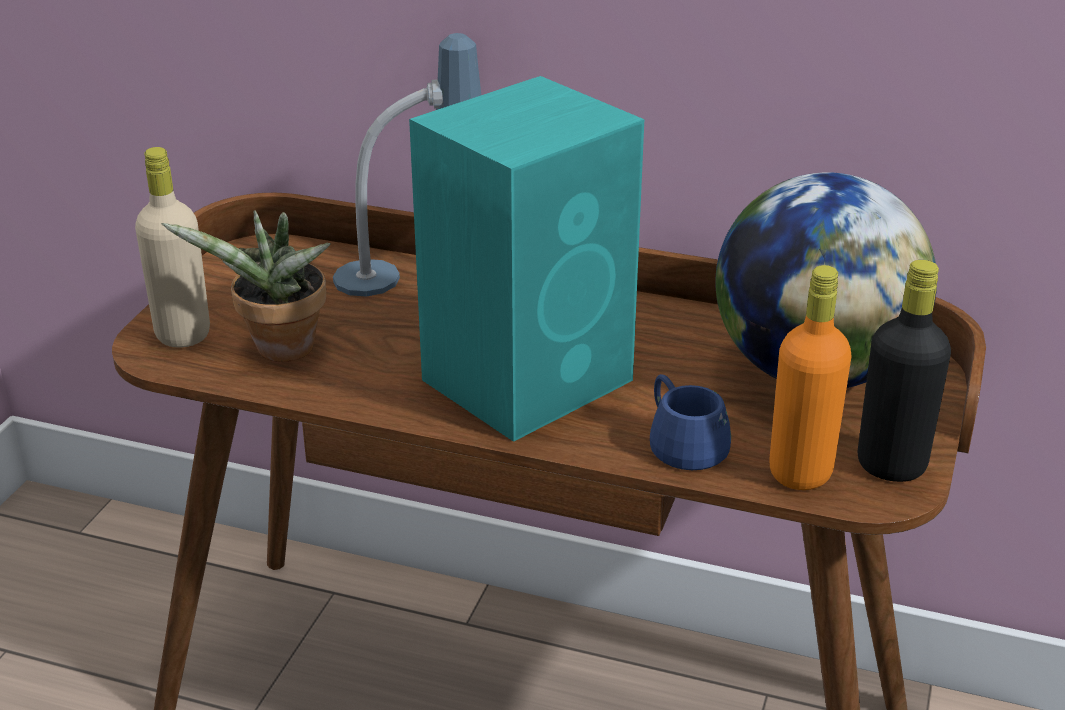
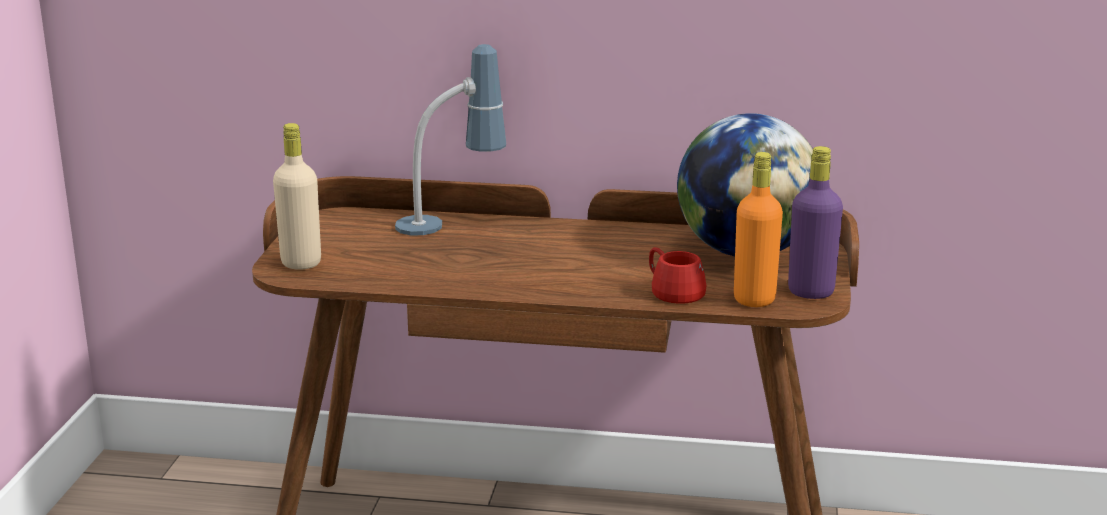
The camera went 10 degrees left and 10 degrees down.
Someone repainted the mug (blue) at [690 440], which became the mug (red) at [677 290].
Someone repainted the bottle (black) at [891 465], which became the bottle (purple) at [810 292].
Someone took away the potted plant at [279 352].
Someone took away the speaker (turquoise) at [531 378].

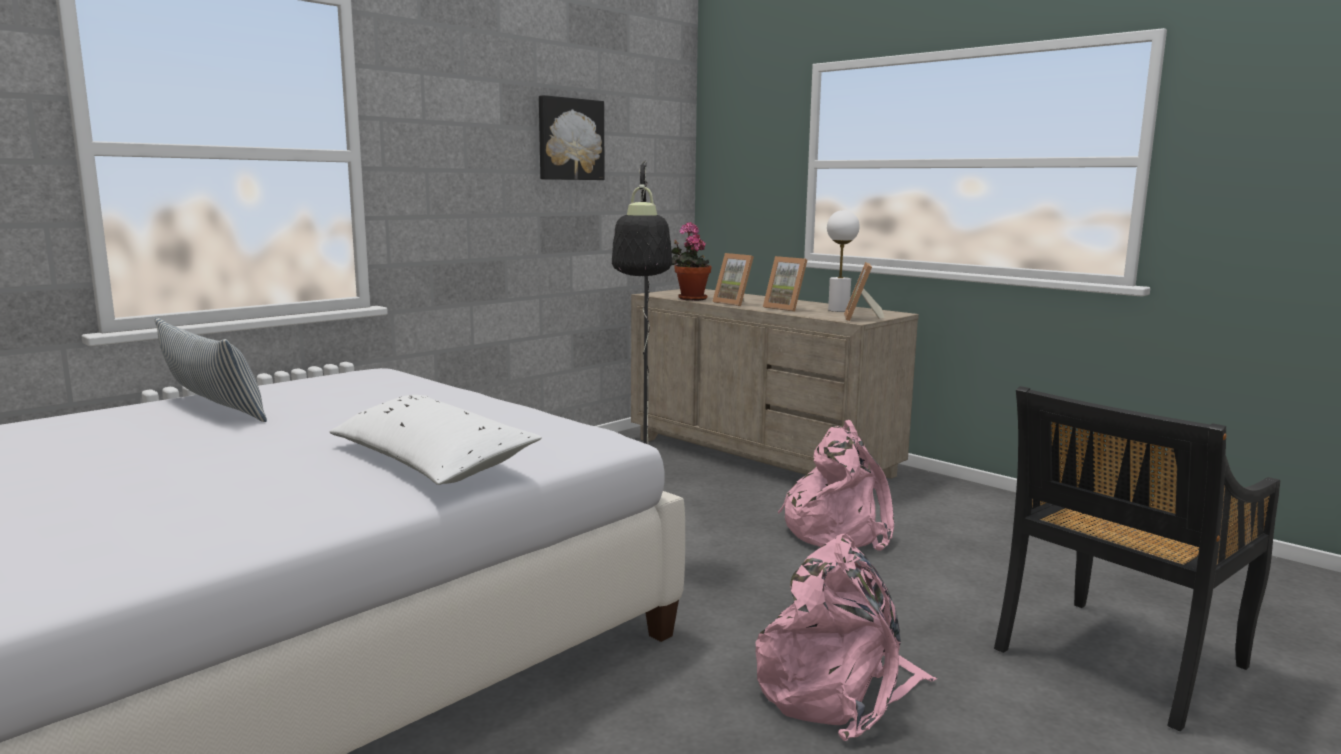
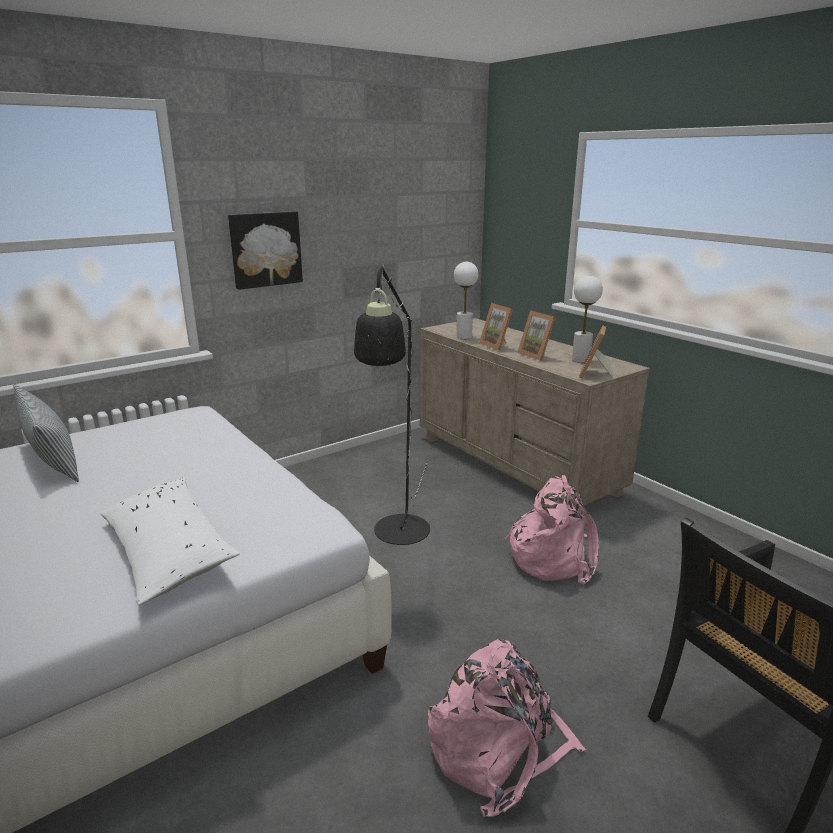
The camera went 10 degrees right and 10 degrees up.
Someone carried the picture from [569 139] to [265 249].
Someone swapped the potted plant at [690 298] for the table lamp (white) at [464 337].

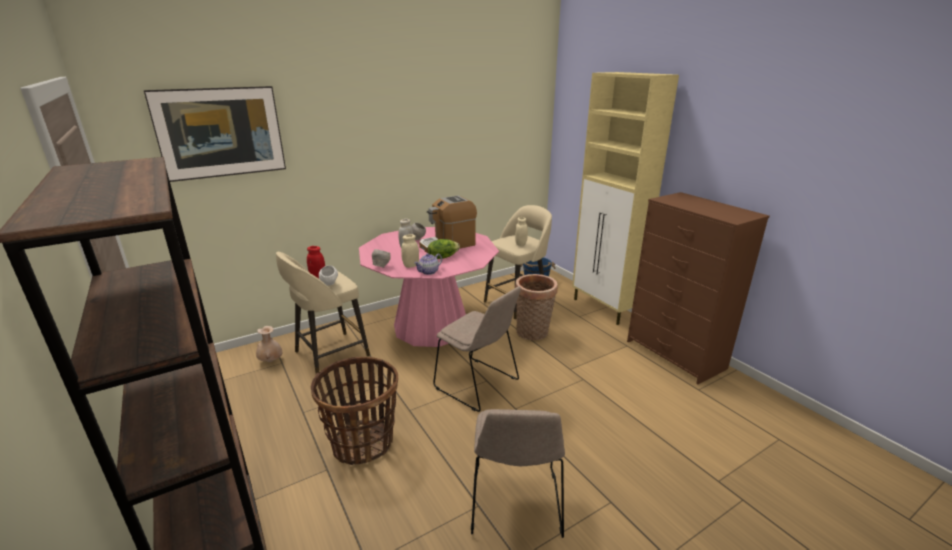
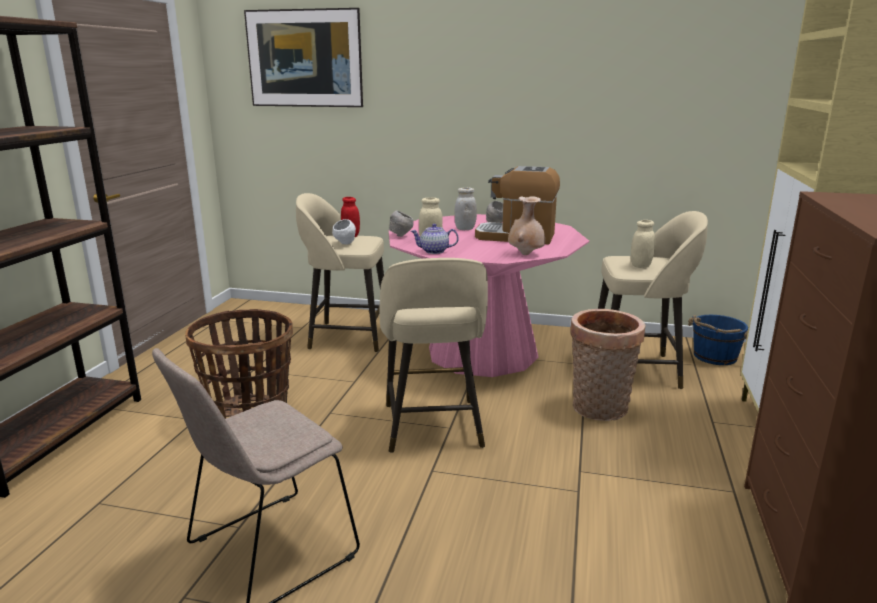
The camera went 45 degrees right and 5 degrees down.
Someone swapped the chair (beige) at [478 385] for the stool (beige) at [433 427].
Someone carried the vase (beige) from [271 361] to [525 254].
Someone took away the lettuce at [442 257].

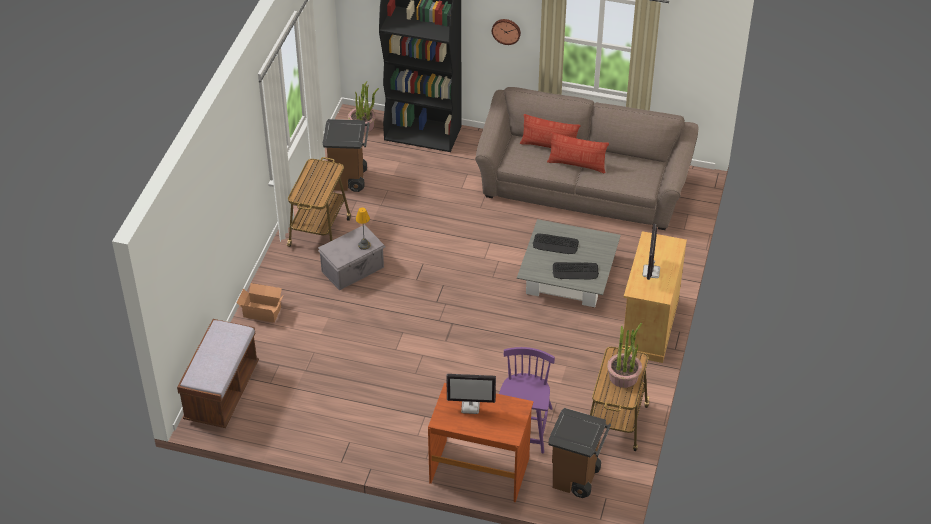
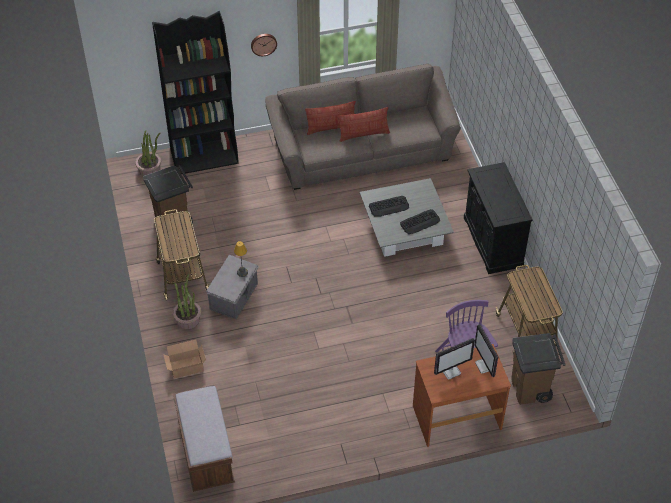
The camera went 30 degrees left and 5 degrees up.
Someone carried the potted plant from [623 376] to [188 319].
Someone repainted the cabinet (beige) at [649 326], which became the cabinet (black) at [492 242].
Someone carried the monitor from [651 272] to [485 366].

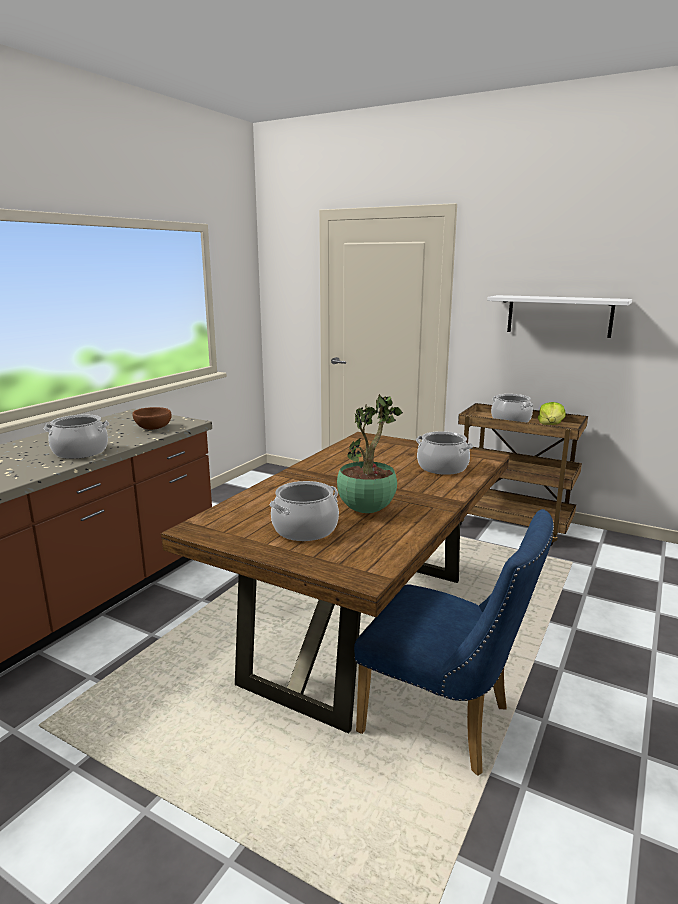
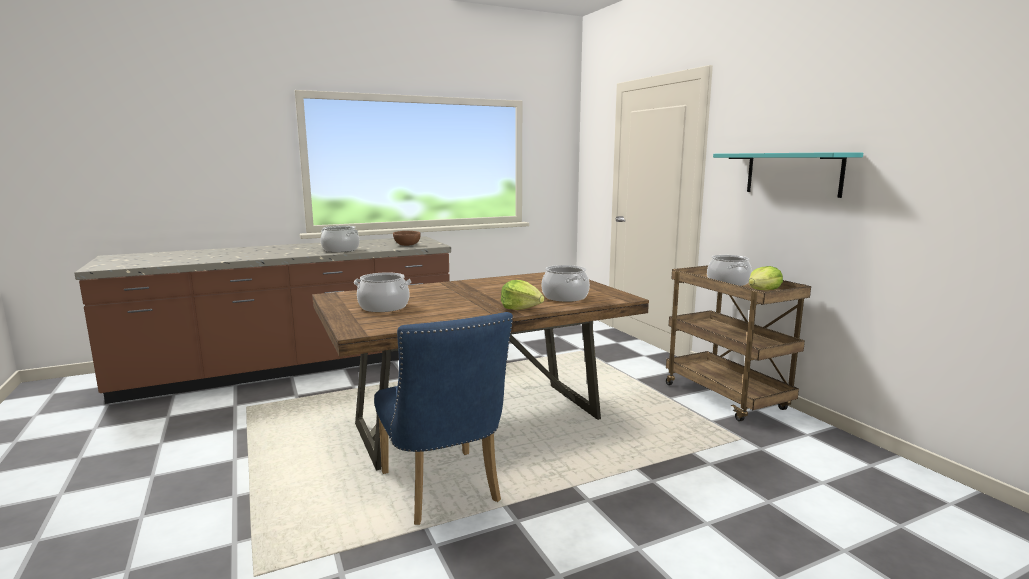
The camera went 35 degrees right and 5 degrees down.
Someone put down the lettuce at [521 308].
Someone repainted the shelf (white) at [559 316], which became the shelf (turquoise) at [793 174].
Someone took away the potted plant at [367 510].

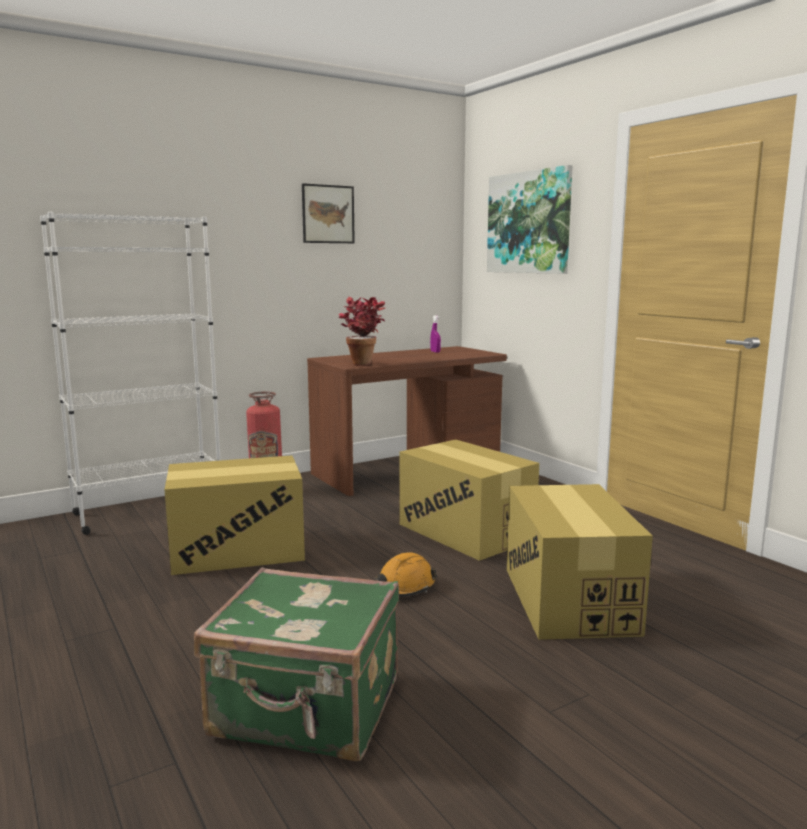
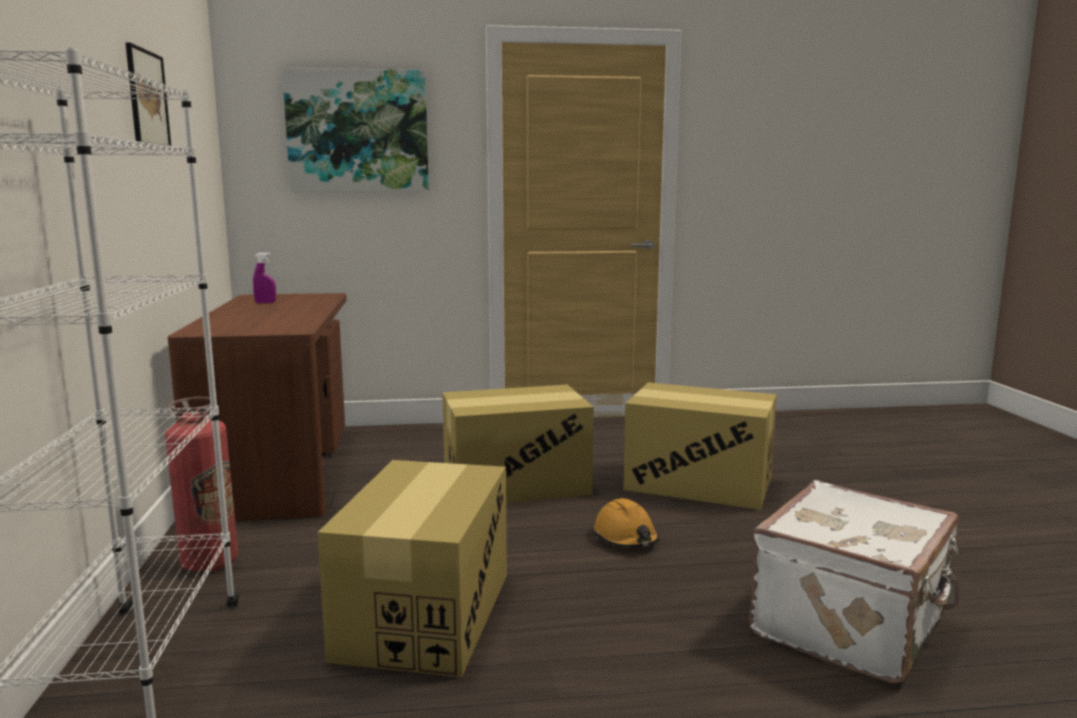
The camera went 65 degrees left and 0 degrees up.
Someone repainted the suitcase (green) at [307 710], which became the suitcase (white) at [853 626].
Someone took away the potted plant at [363 363].

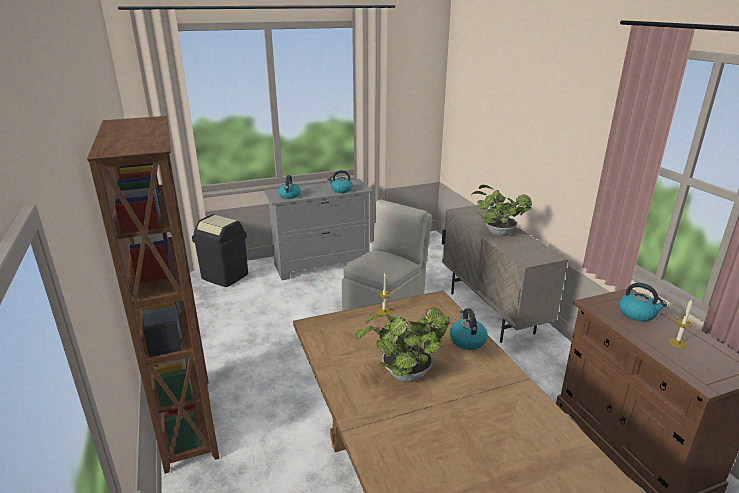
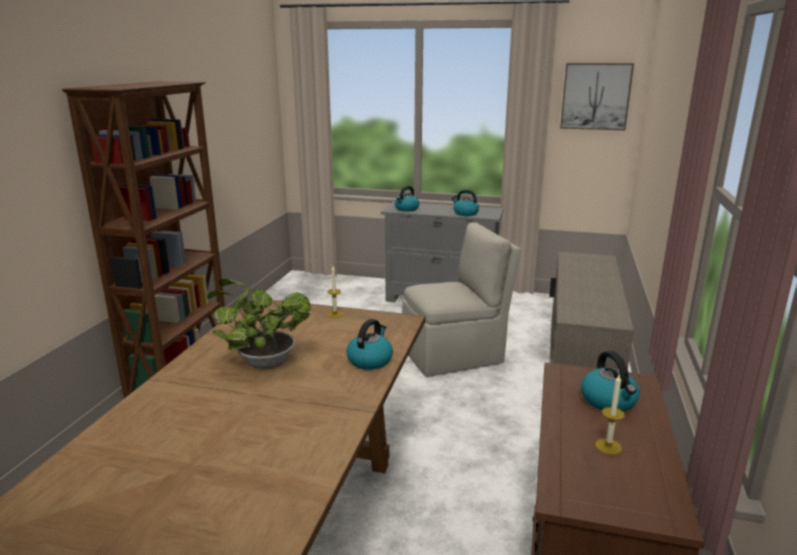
The camera went 35 degrees right and 5 degrees down.
Someone put up the picture at [595 96].
Someone took away the trash can (black) at [225 276].
Someone took away the potted plant at [497 233].

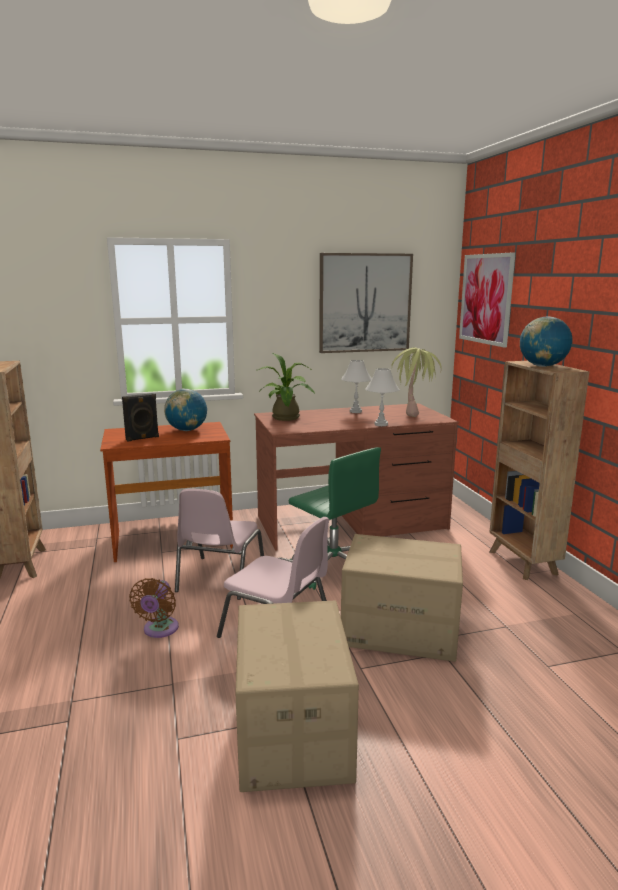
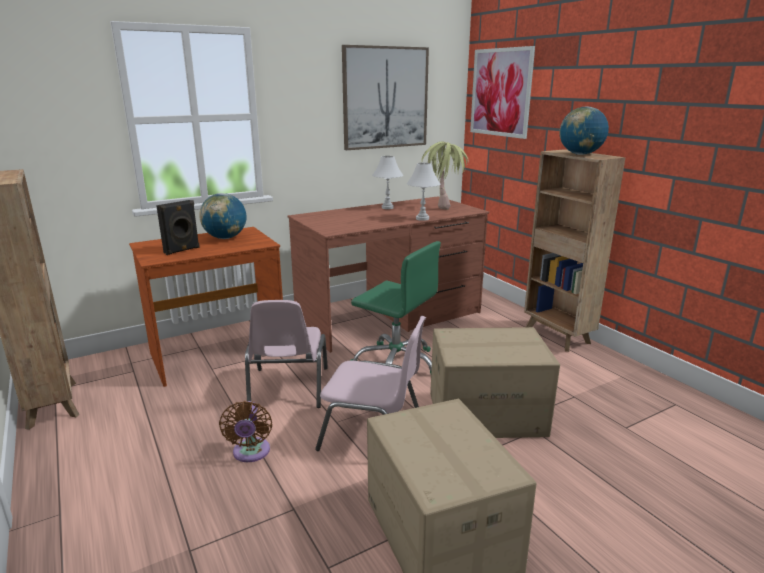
The camera went 15 degrees left and 5 degrees up.
Someone took away the potted plant at [286 419].

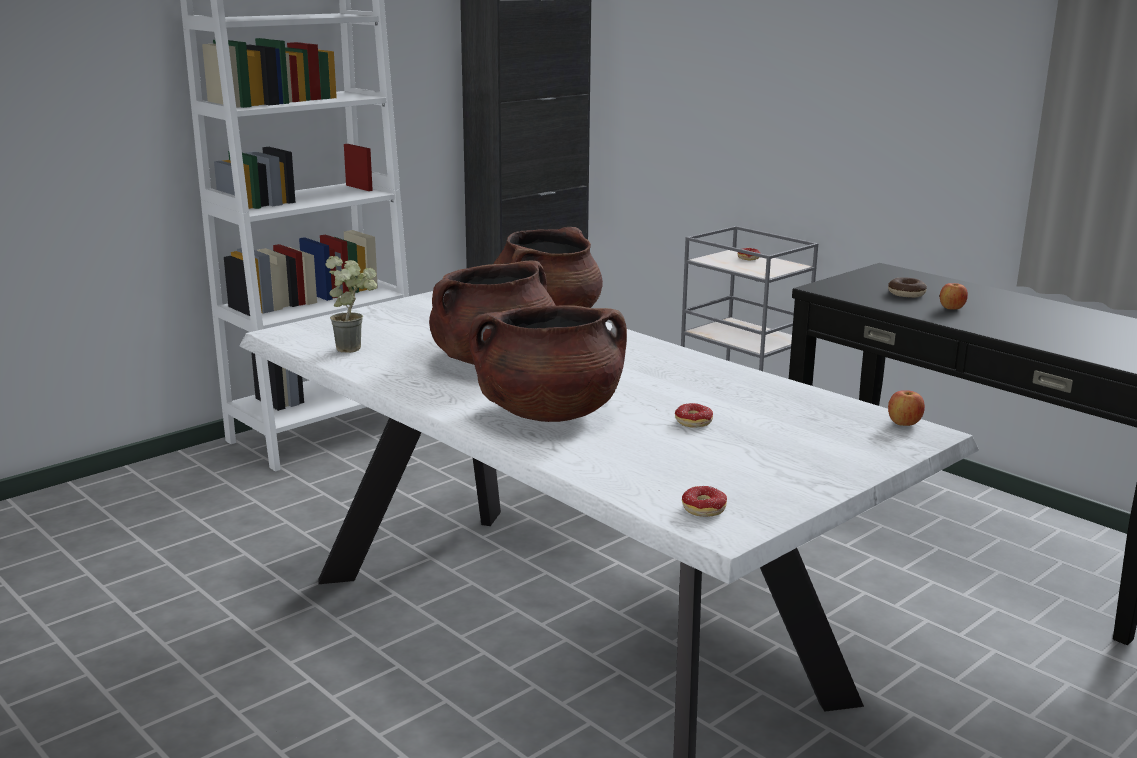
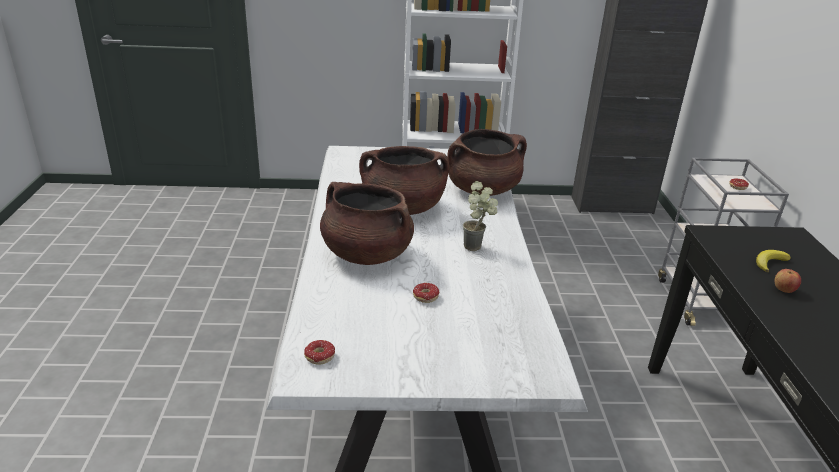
The camera went 40 degrees right and 10 degrees up.
Someone carried the potted plant from [355 348] to [477 247].
Someone swapped the donut at [906 294] for the banana at [769 262].
Someone took away the apple at [904 423].

